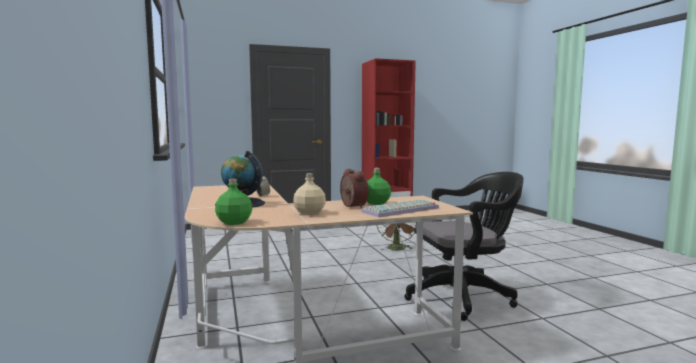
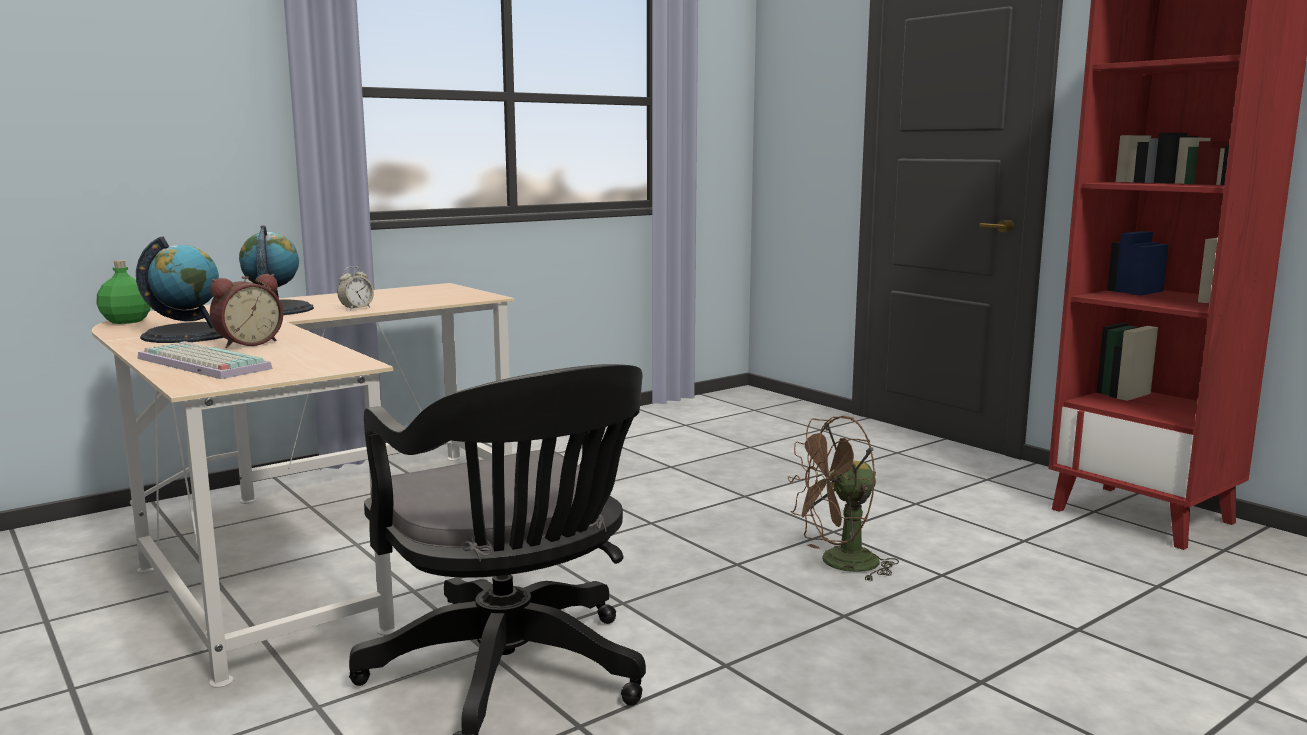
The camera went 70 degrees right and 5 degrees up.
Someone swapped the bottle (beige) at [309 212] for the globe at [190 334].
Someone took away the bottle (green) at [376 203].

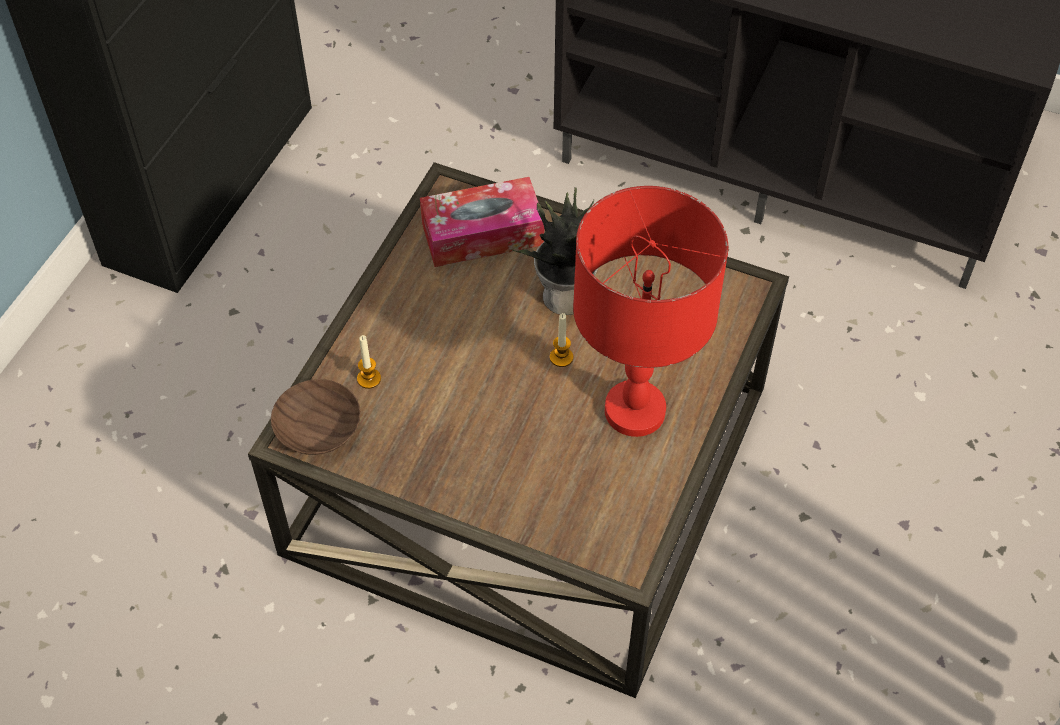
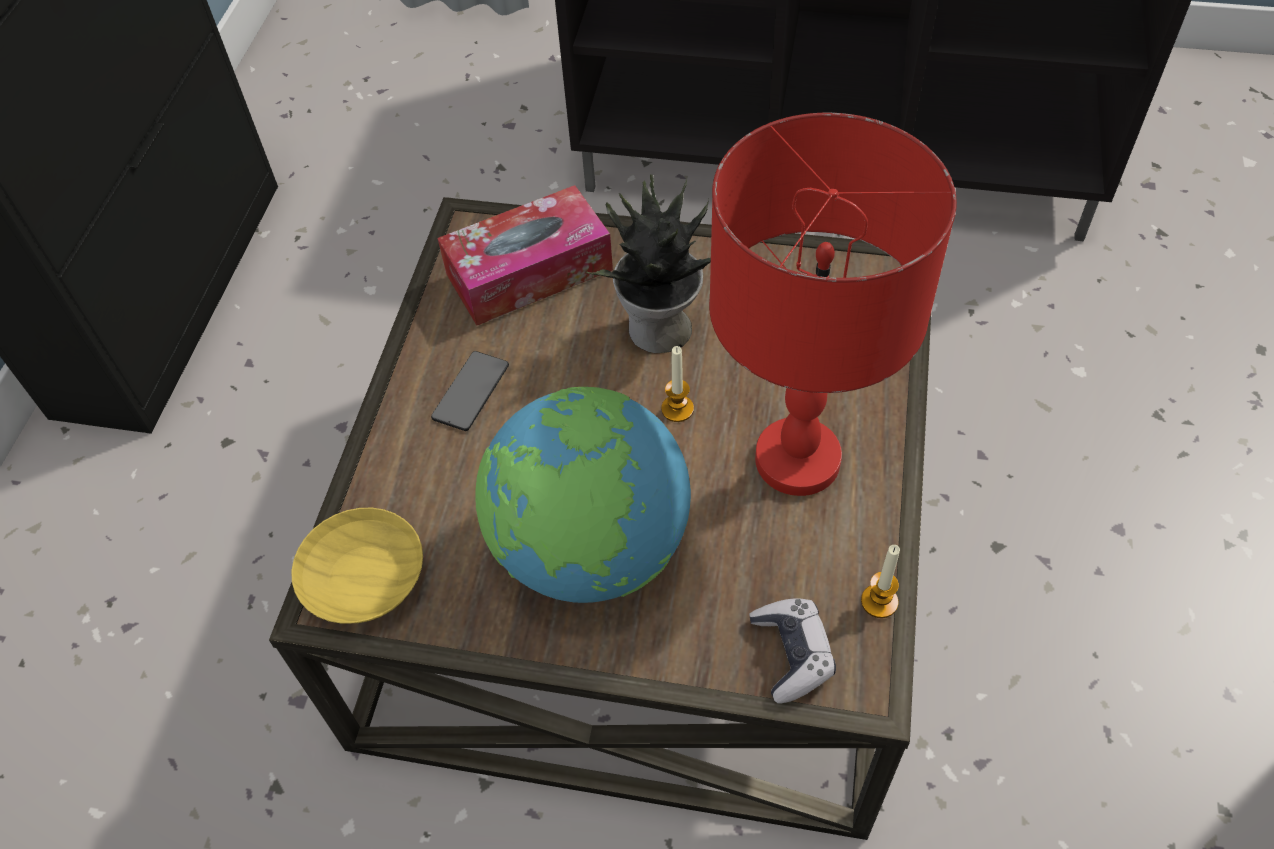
The camera went 10 degrees left and 0 degrees up.
Someone repainted the bowl (brown) at [316 428], which became the bowl (yellow) at [361 579].
Someone put down the phone at [471 392].
Someone put down the globe at [590 550].
Someone put down the game controller at [792 654].
Someone carried the candle from [369 379] to [879 601].

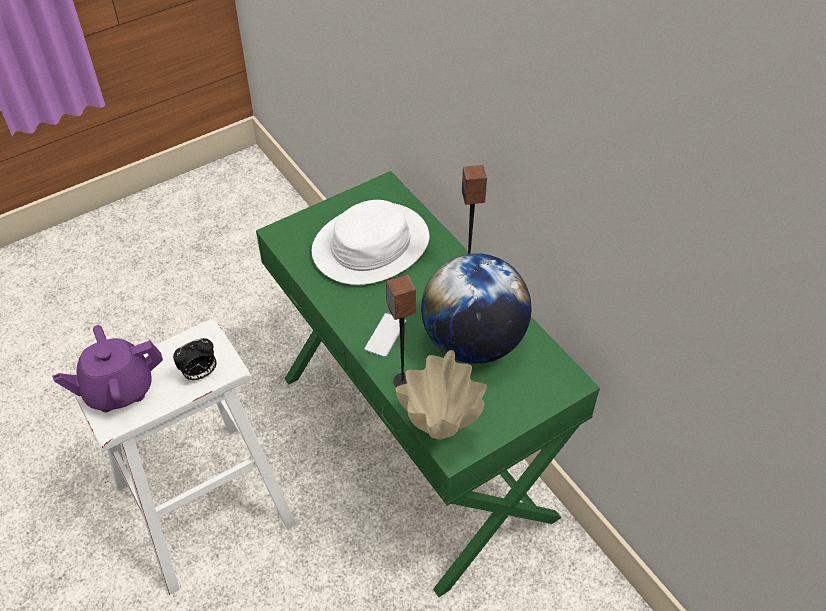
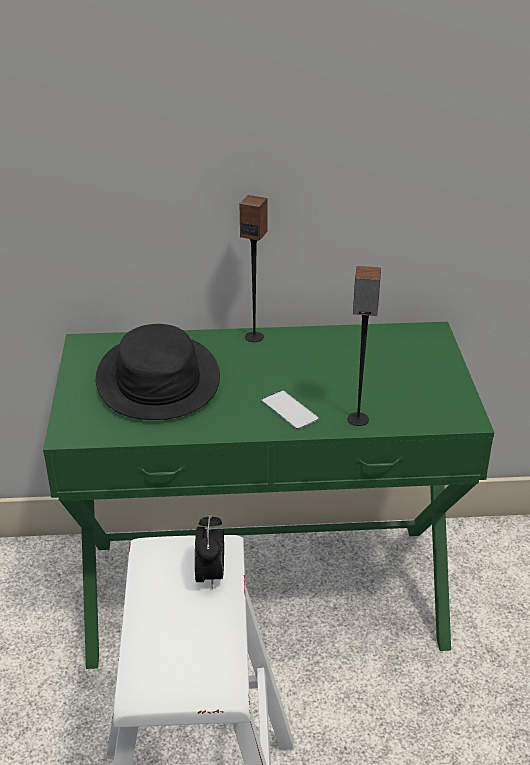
The camera went 60 degrees left and 15 degrees down.
Someone repainted the hat (white) at [370 245], which became the hat (black) at [157 379].
Someone took away the teapot (purple) at [118 389].
Someone took away the vase (beige) at [439 433].
Someone took away the globe at [473 342].

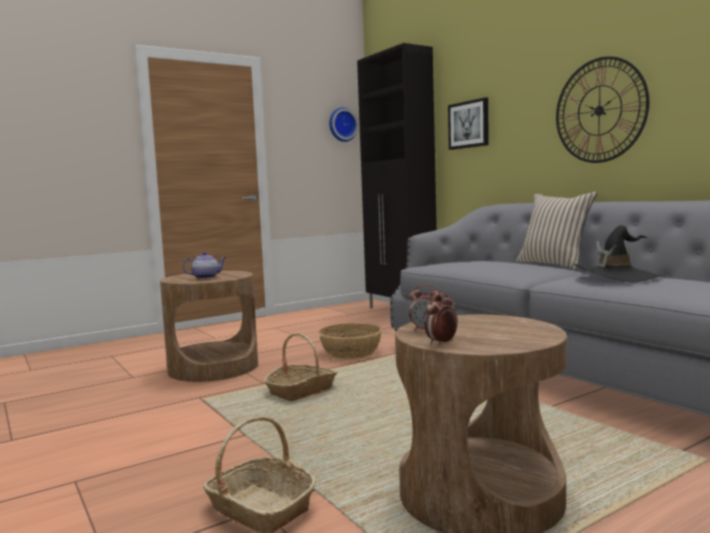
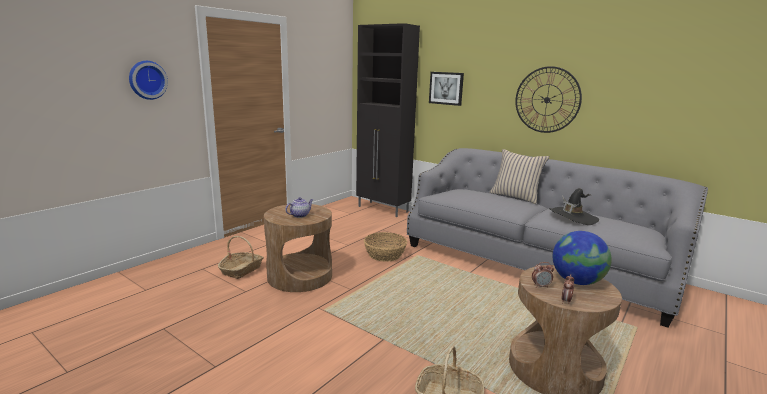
The camera went 20 degrees left and 10 degrees up.
Someone carried the wall clock from [342 124] to [147 80].
Someone carried the basket from [301 391] to [241 270].
Someone put down the globe at [577 281].

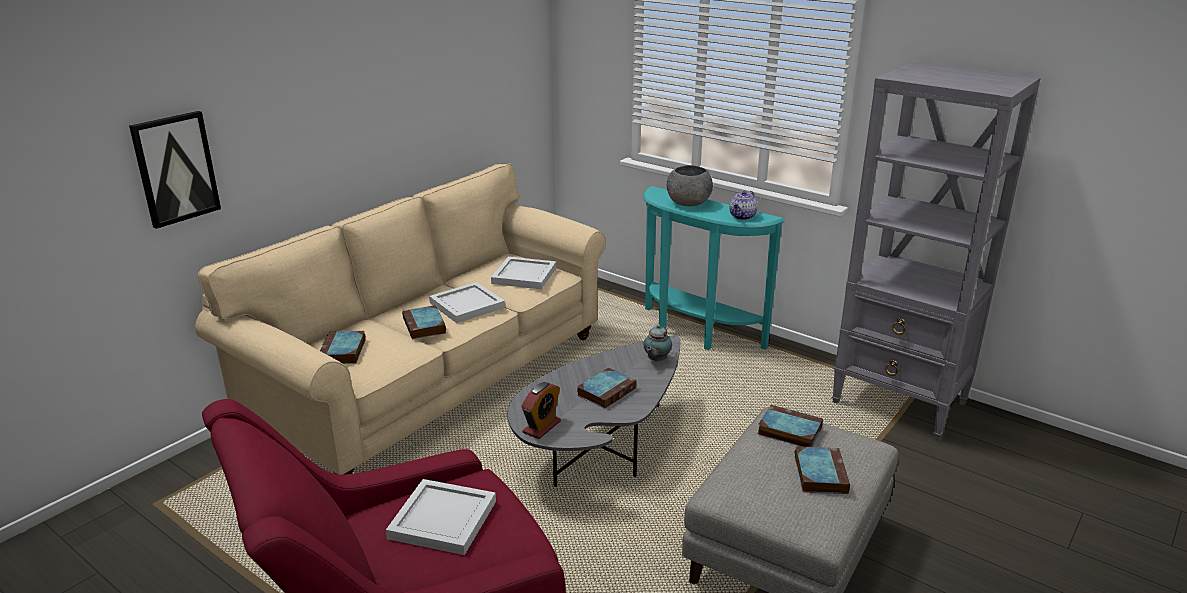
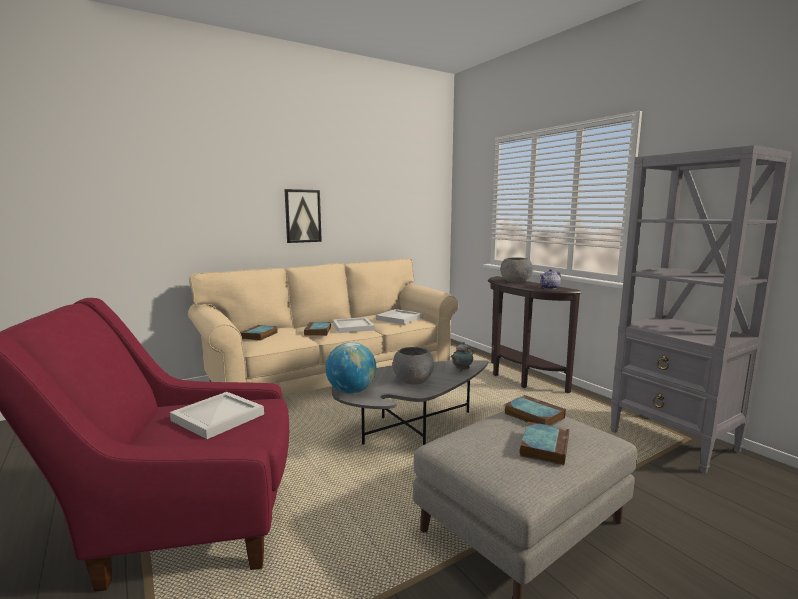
The camera went 20 degrees right and 15 degrees down.
Someone carried the picture from [175 168] to [302 216].
Someone swapped the alarm clock at [541 427] for the globe at [351 391].
Someone swapped the book at [607 391] for the bowl (grey) at [413 380].
Someone repainted the console table (turquoise) at [695 334], which became the console table (brown) at [519 379].

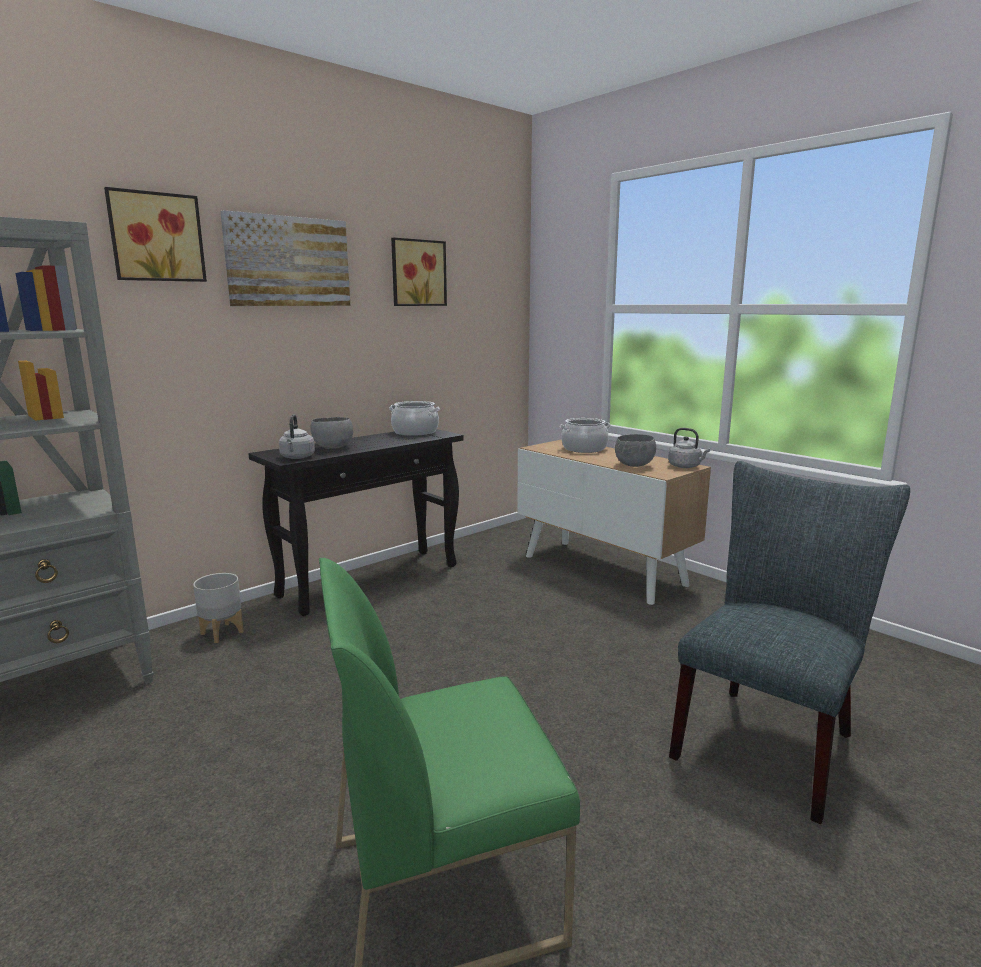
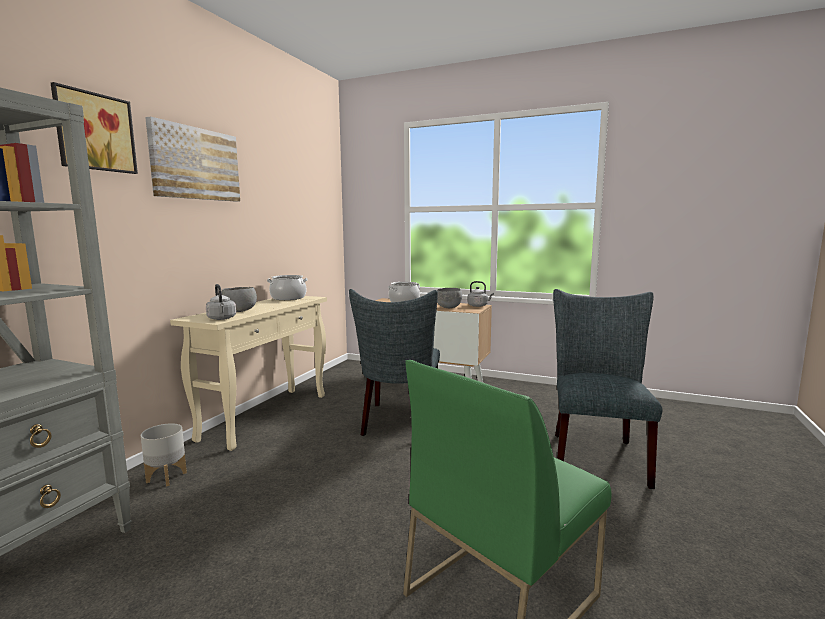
The camera went 25 degrees left and 5 degrees down.
Someone repainted the console table (black) at [371 580], which became the console table (beige) at [266 416].
Someone put down the chair (grey) at [400 423].
Someone took away the picture at [417 273].

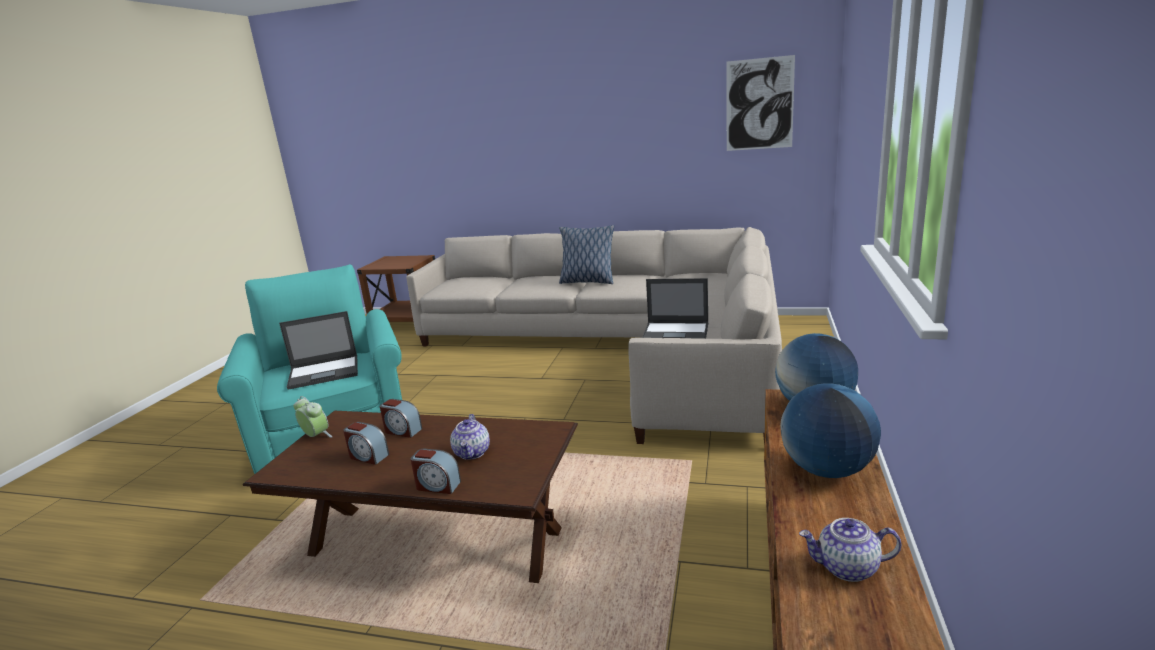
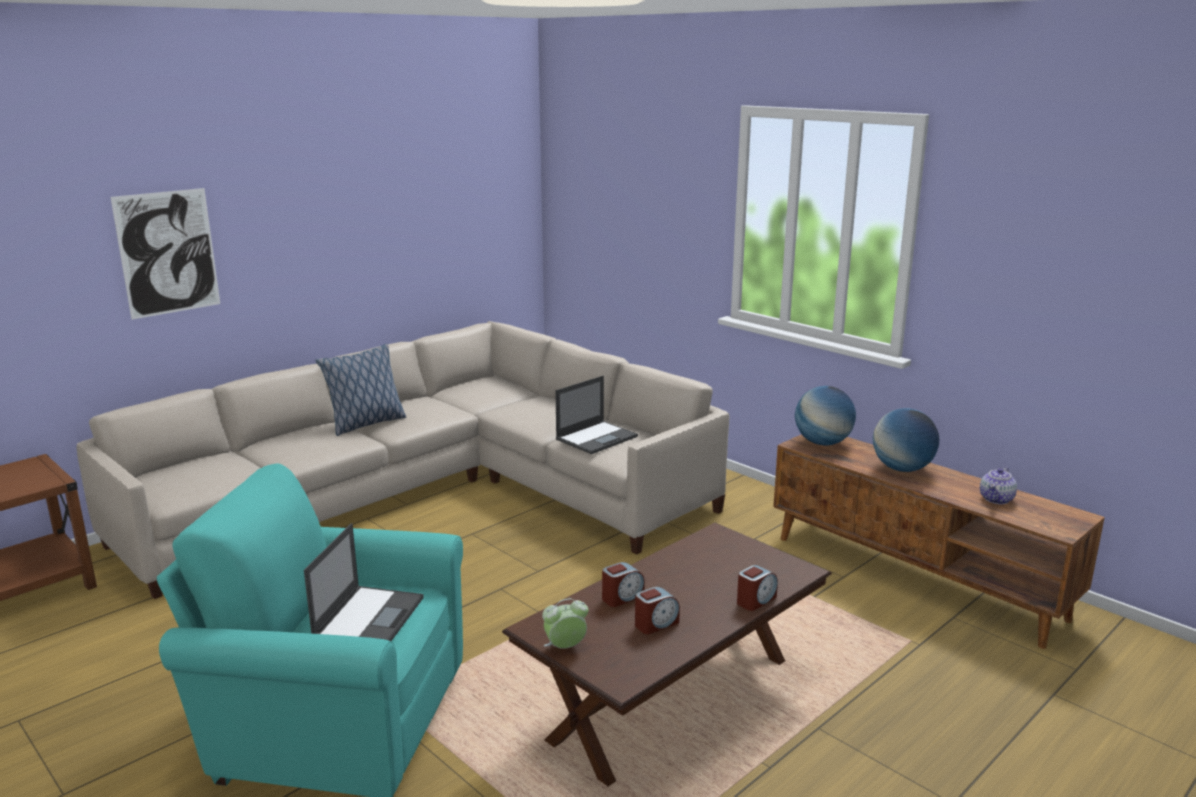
The camera went 60 degrees left and 0 degrees up.
Someone carried the picture from [759 104] to [168 253].
Someone took away the teapot at [472 453].

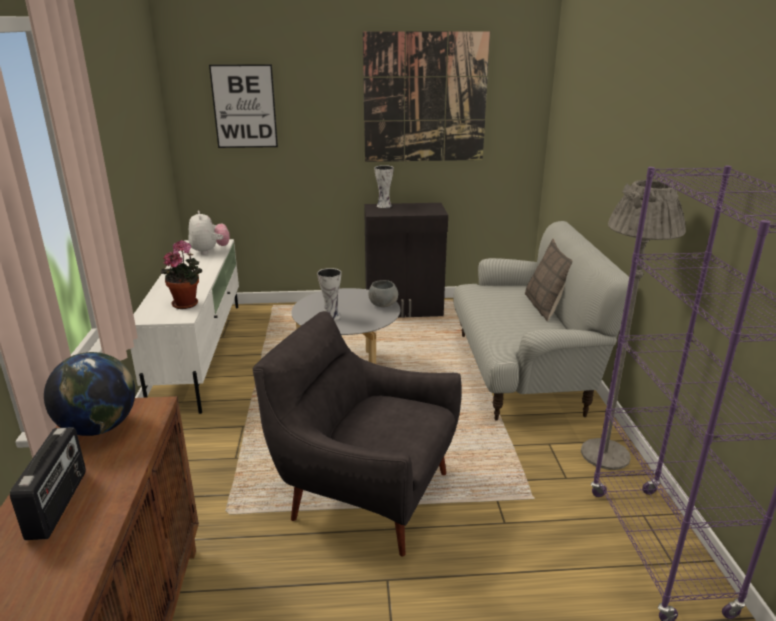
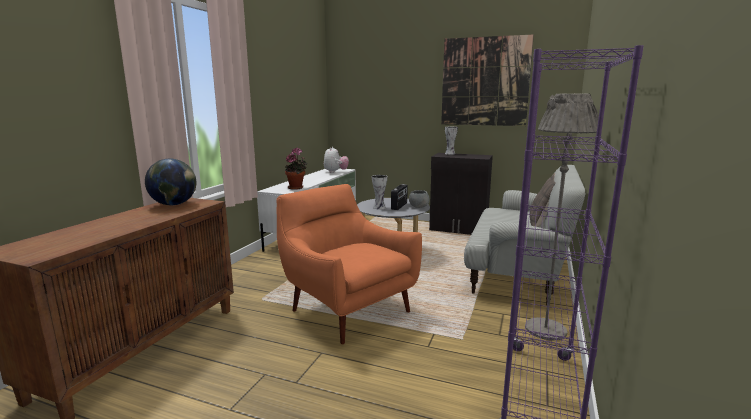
The camera went 25 degrees right and 10 degrees down.
Someone repainted the armchair (grey) at [364 493], which became the armchair (orange) at [347 309].
Someone carried the radio from [59 504] to [399 206].
Someone took away the picture at [244 106].

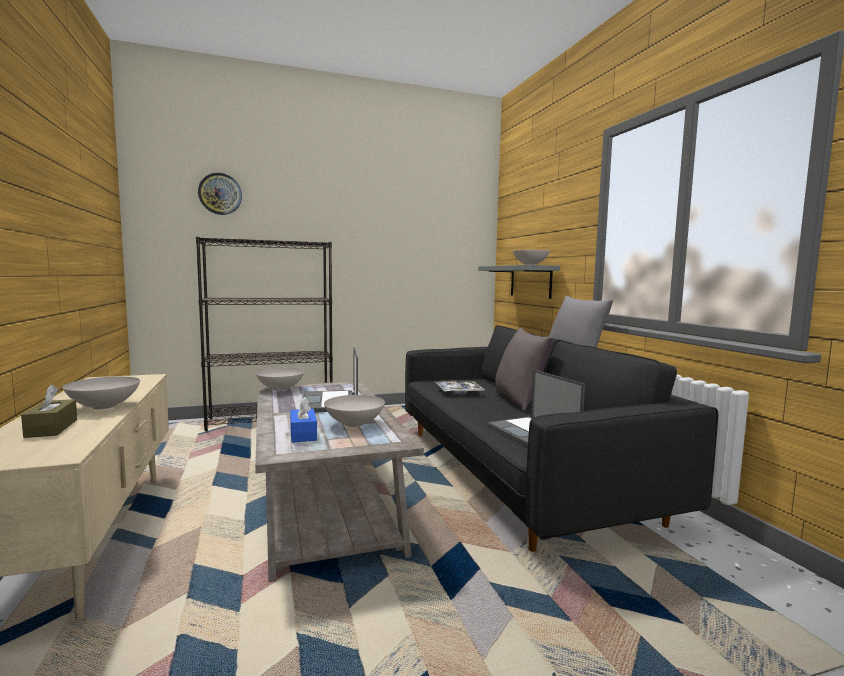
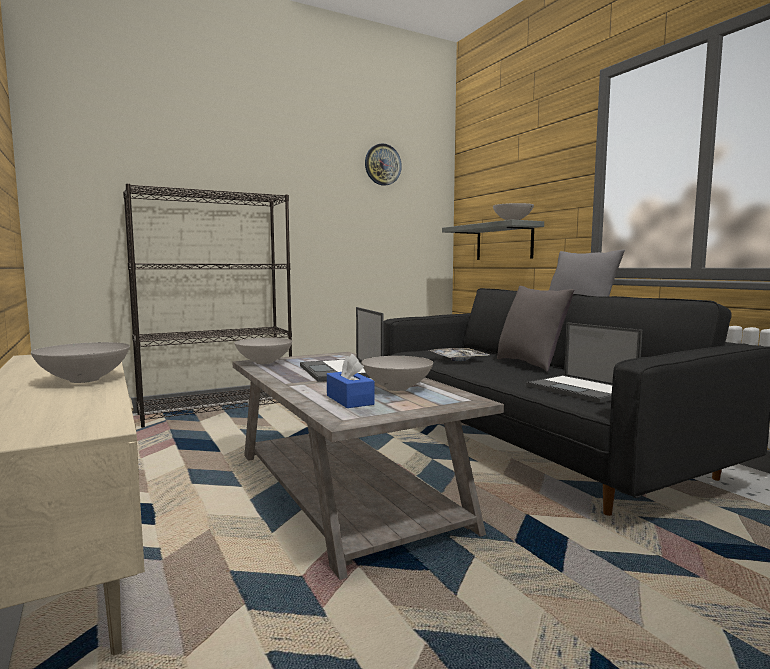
The camera went 10 degrees left and 0 degrees up.
Someone carried the wall clock from [220 194] to [382 164].
Someone took away the tissue box (brown) at [52 428].

